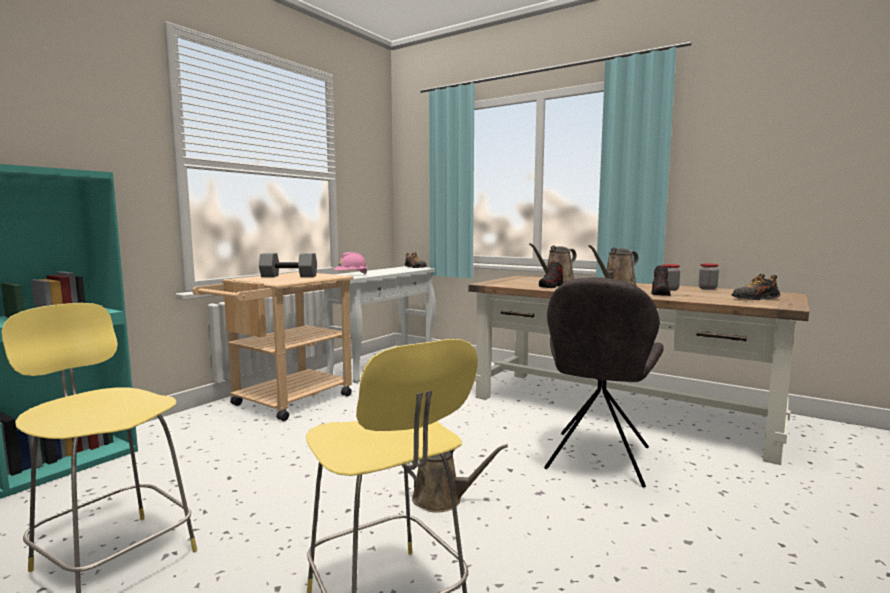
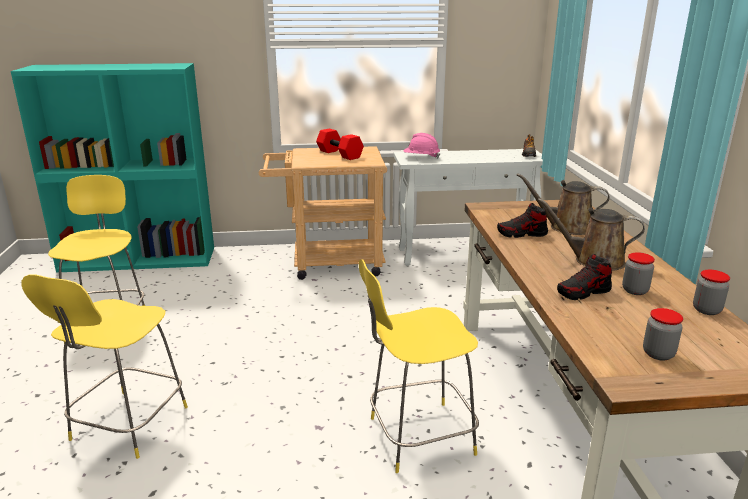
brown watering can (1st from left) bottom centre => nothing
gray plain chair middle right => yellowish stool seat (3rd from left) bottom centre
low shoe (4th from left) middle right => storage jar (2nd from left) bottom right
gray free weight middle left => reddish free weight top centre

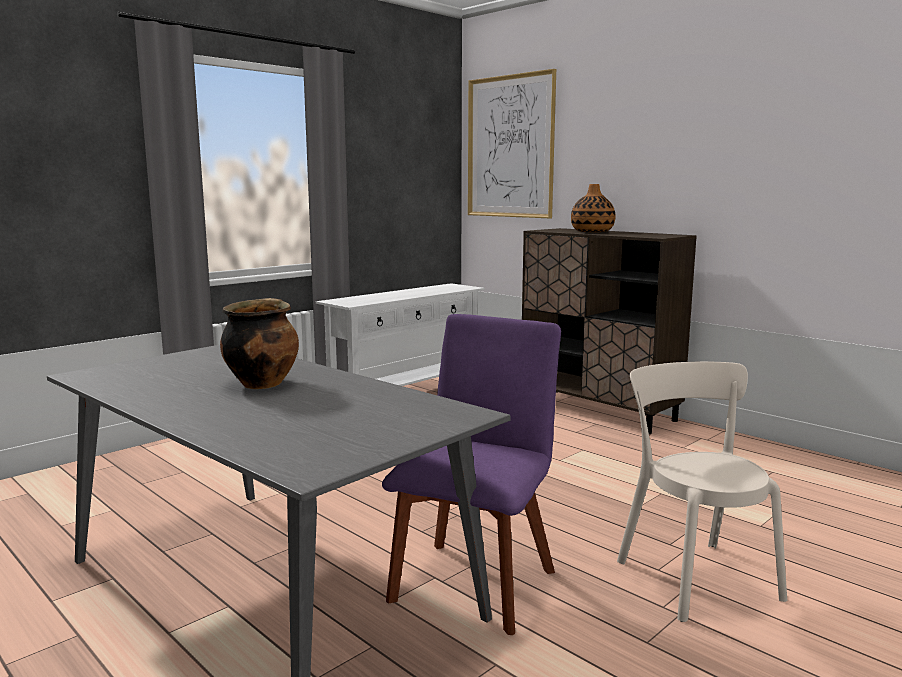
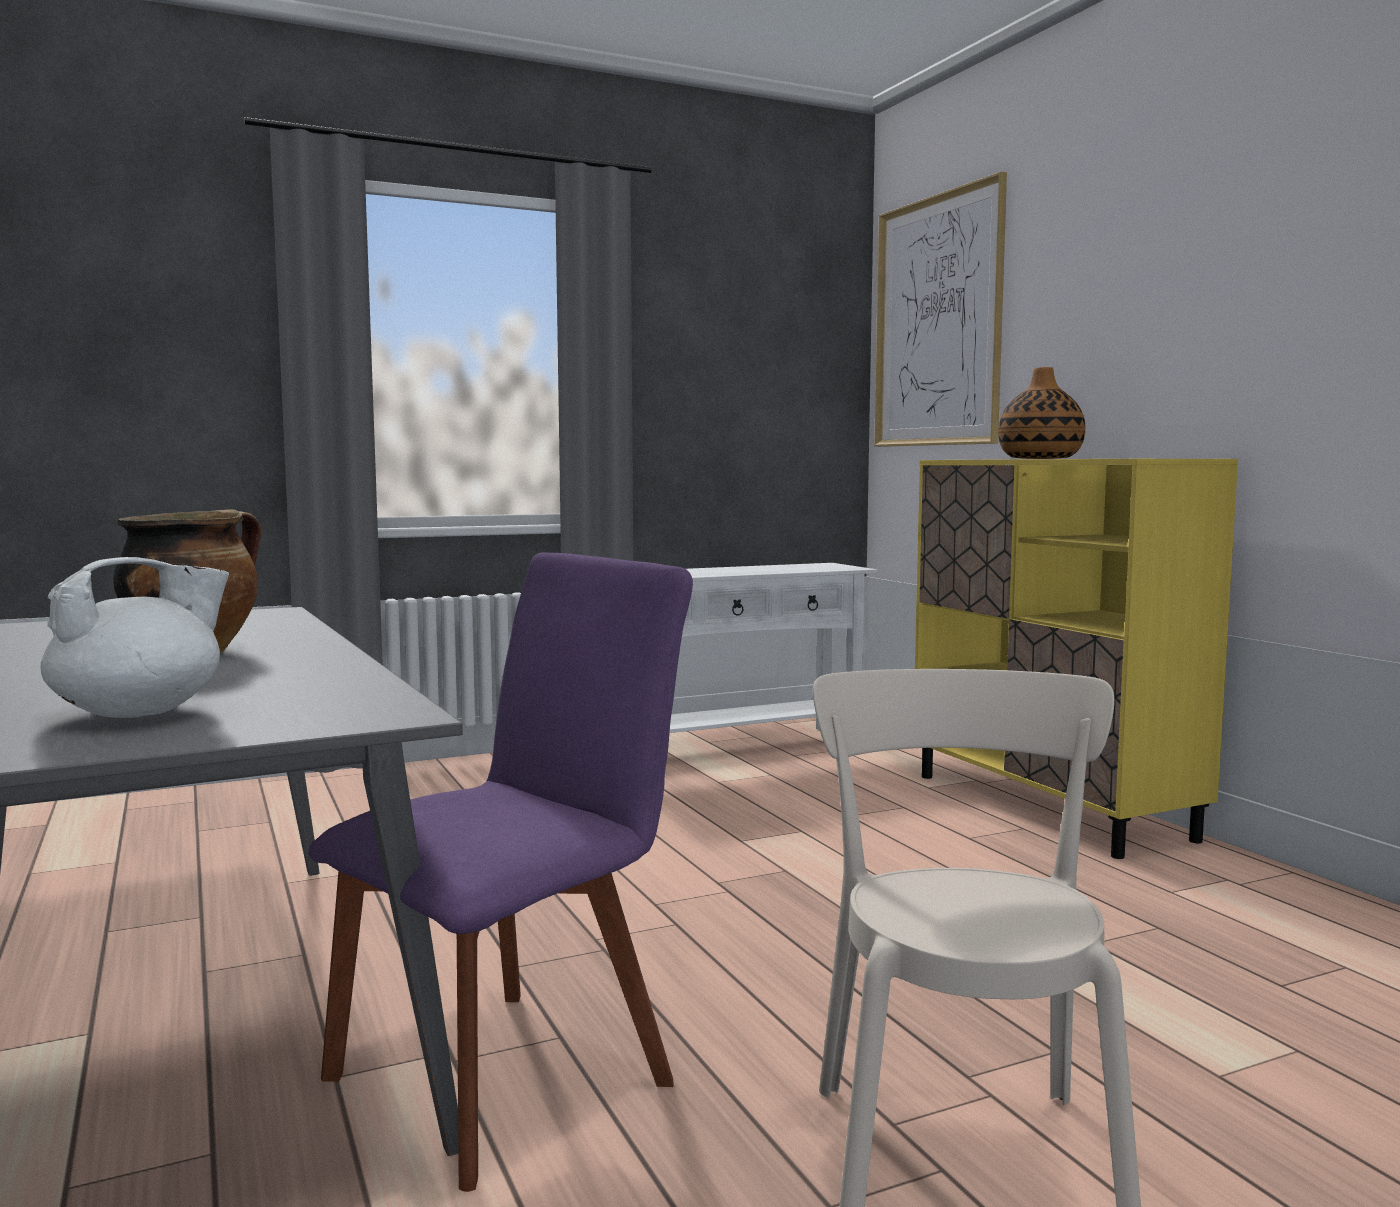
nothing => white-coloured pot for tea middle left
brown storage cabinet middle right => yellowish storage cabinet middle right

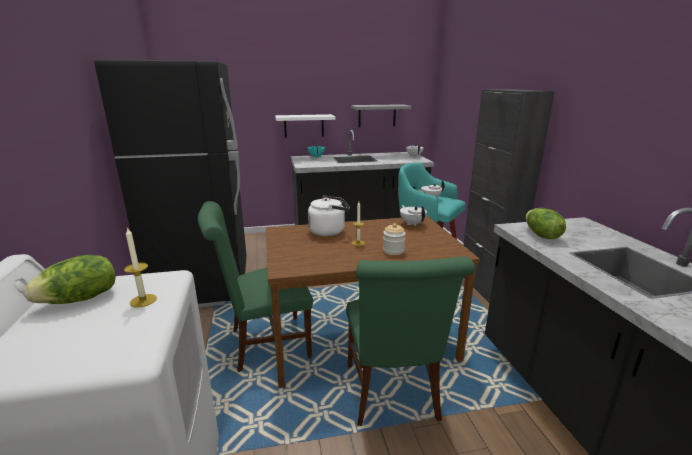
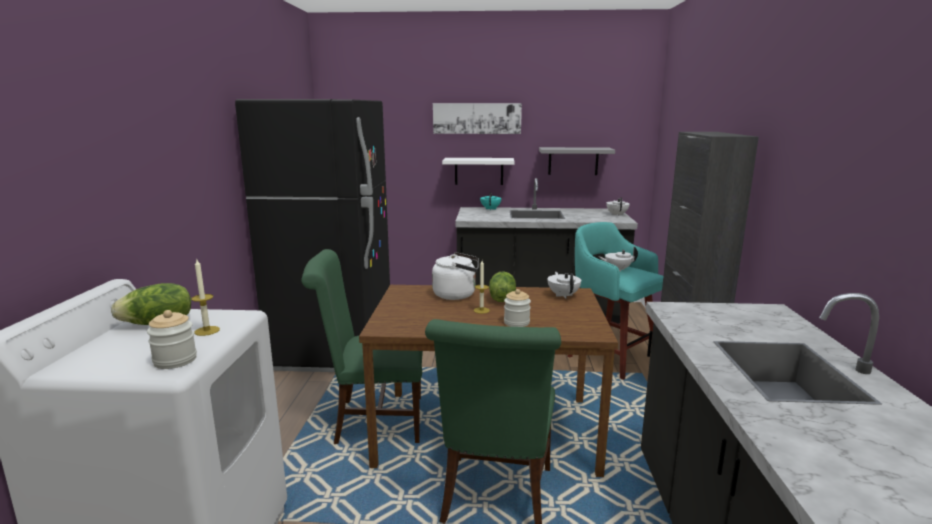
nothing => storage jar (1st from left) middle left
nothing => wall art top centre
lettuce head (2nd from left) middle right => lettuce head (2nd from left) centre, move

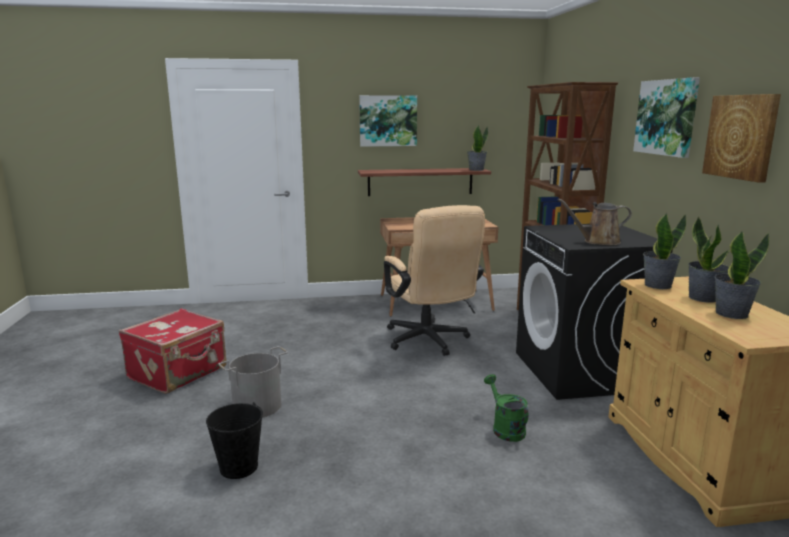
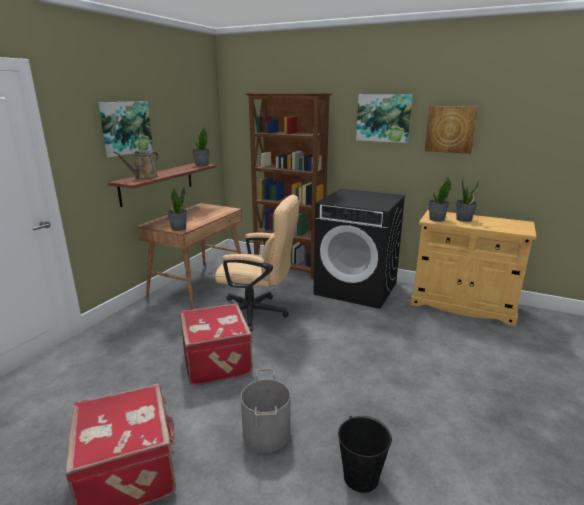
green watering can bottom centre => nothing
nothing => reddish travel case (2nd from left) bottom centre
brown watering can middle right => brown watering can top left, move
plant in a pot (4th from left in the first image) middle right => plant in a pot (1st from left) middle left, move

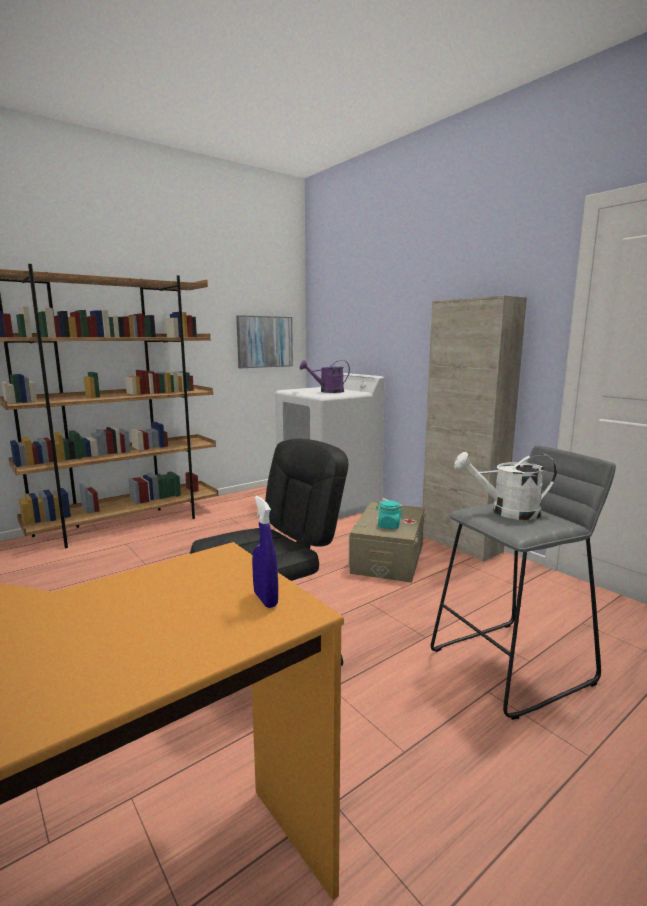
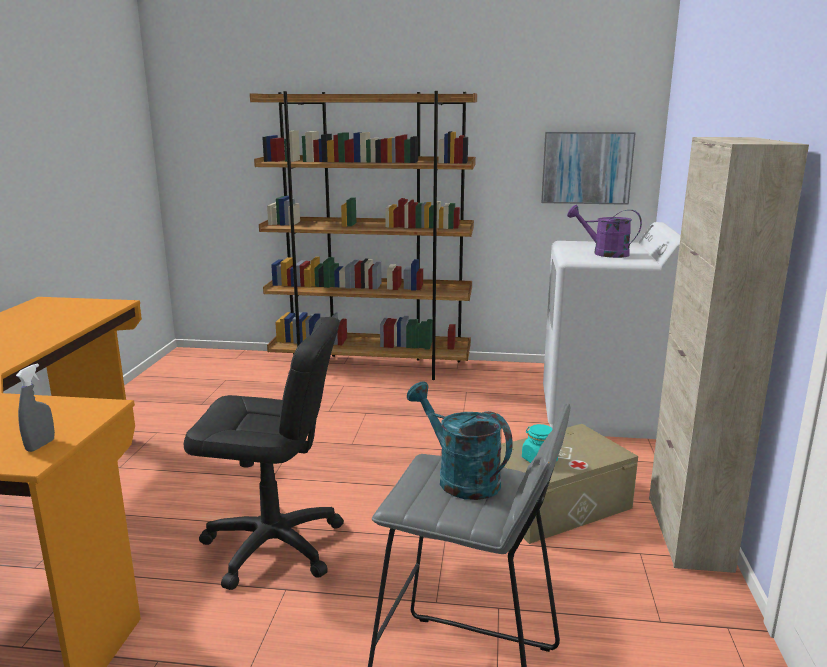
blue spray bottle centre => gray spray bottle middle left
white-coloured watering can middle right => turquoise-coloured watering can centre

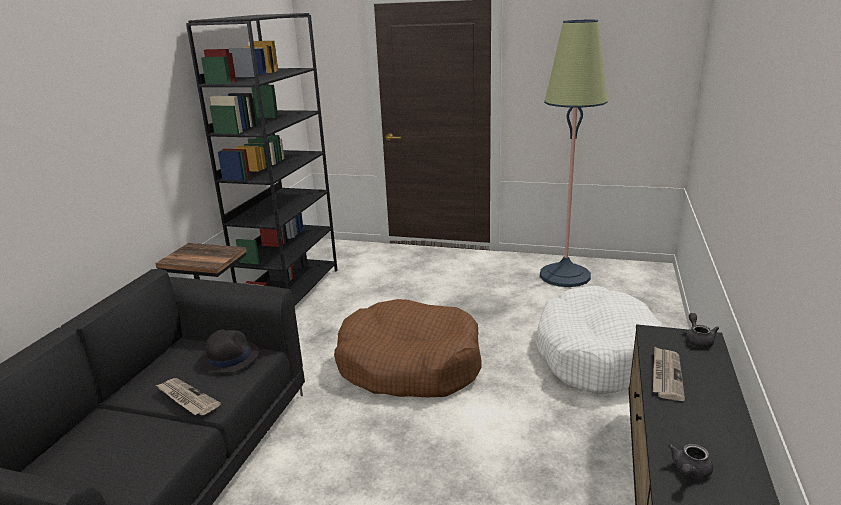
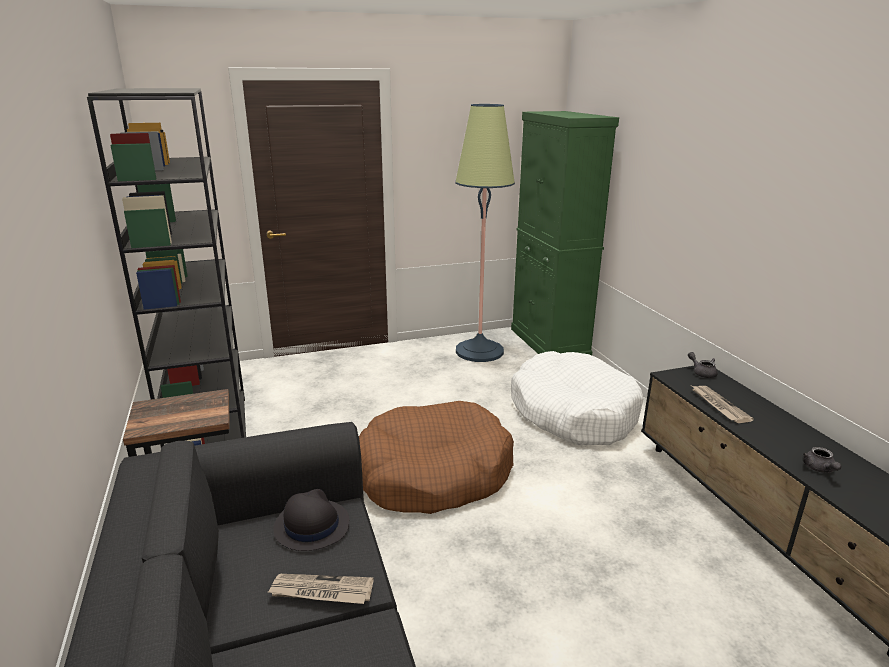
nothing => green storage cabinet centre

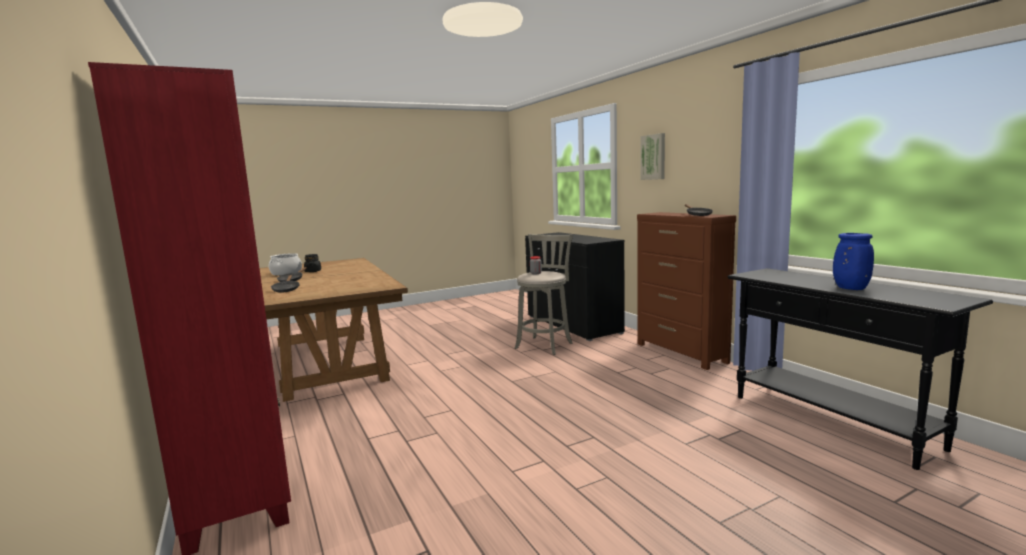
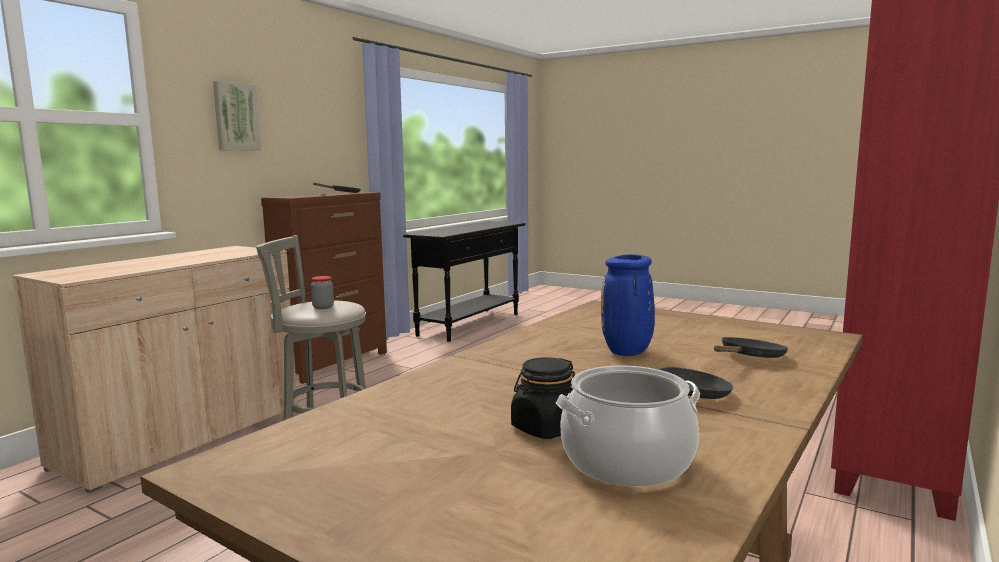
blue decorative vase middle right => blue decorative vase centre, move
black-coloured storage cabinet centre => beige storage cabinet middle left

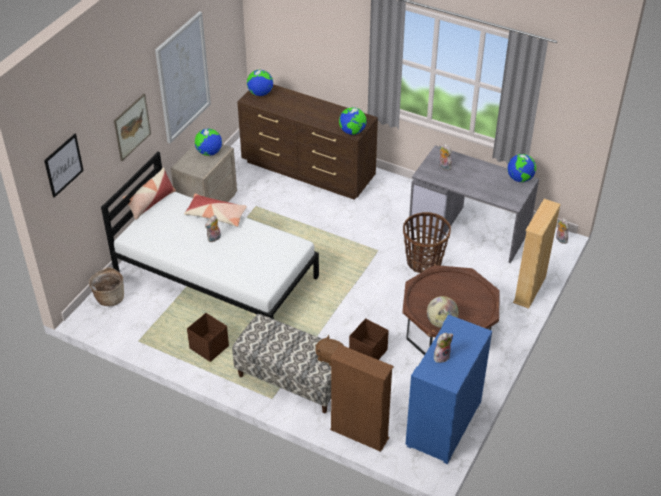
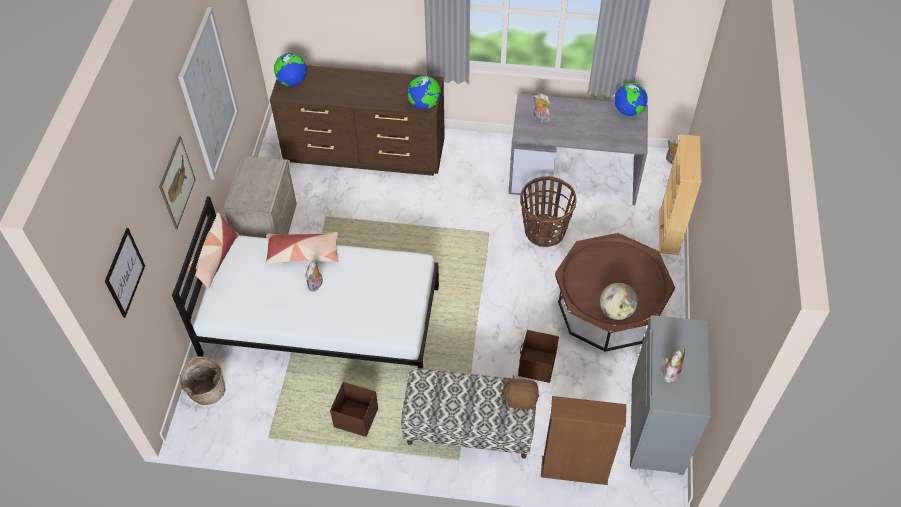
world globe (1st from left) top left => nothing
blue storage cabinet bottom right => gray storage cabinet bottom right

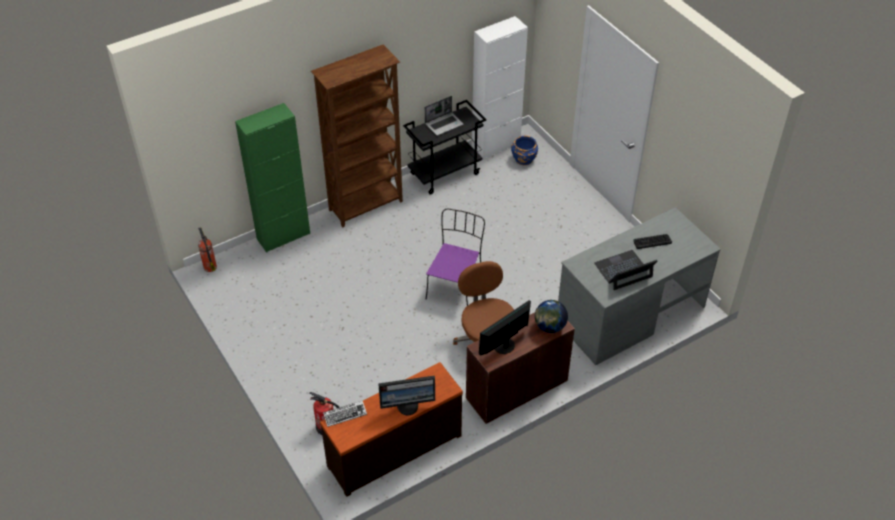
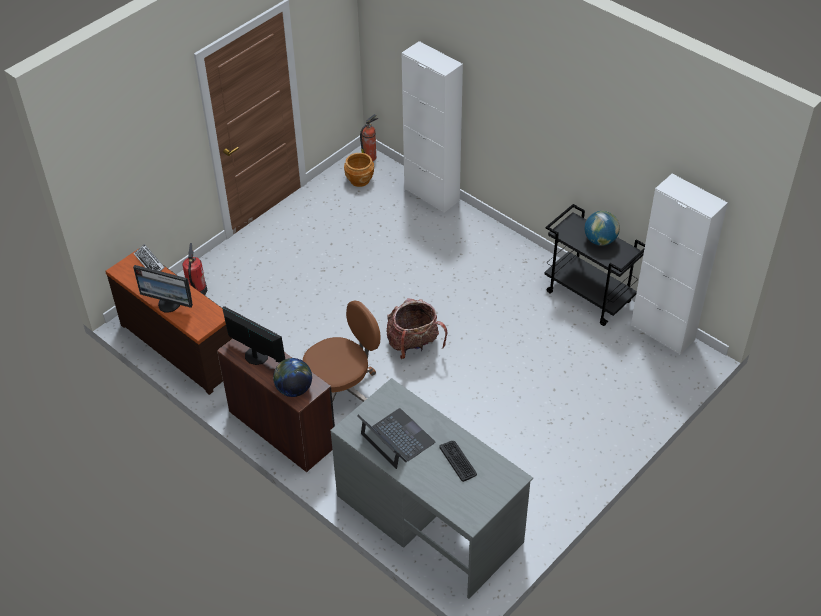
brown bookshelf top centre => nothing
blue planter top centre => nothing
nothing => brown planter top centre
laptop (1st from left) top centre => world globe (2nd from left) middle right
purplish plain chair centre => backpack centre
green storage cabinet middle left => white-coloured storage cabinet (1st from left) top centre
computer display (1st from left) bottom centre => computer display (1st from left) middle left, 45 degrees counterclockwise

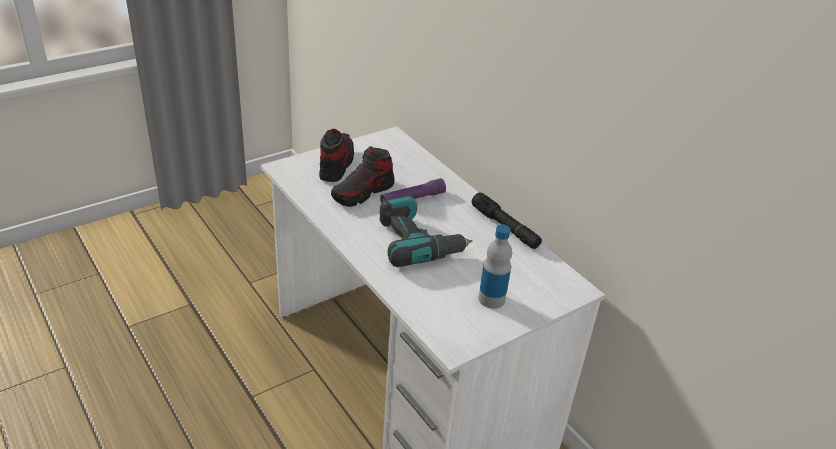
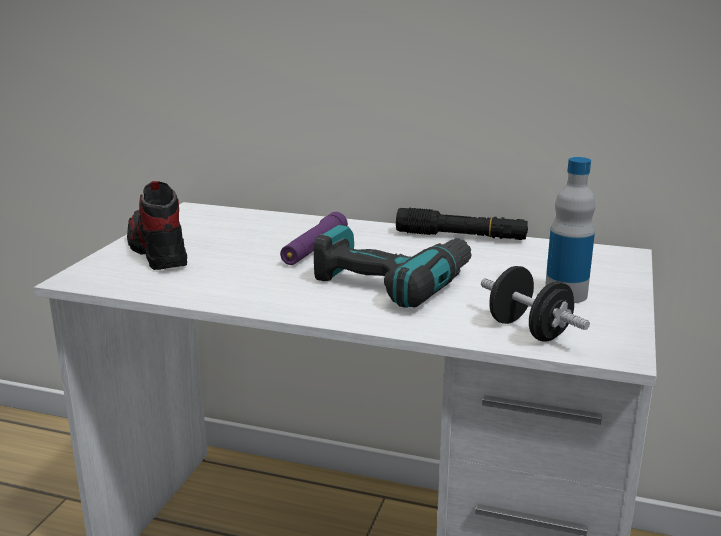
low shoe (2nd from left) centre => nothing
nothing => black-coloured free weight middle right

